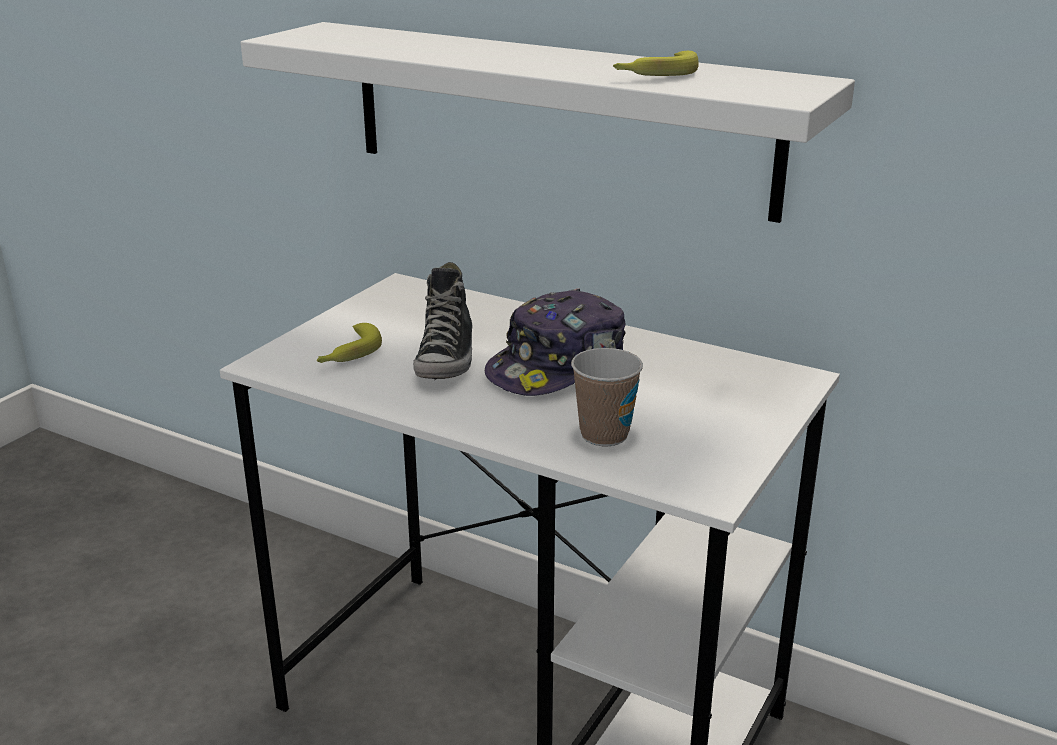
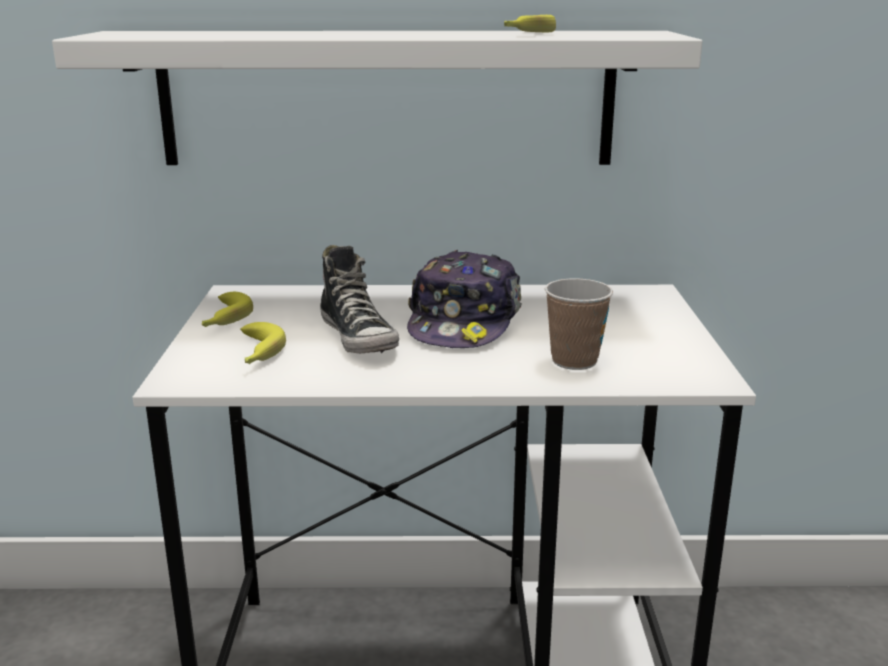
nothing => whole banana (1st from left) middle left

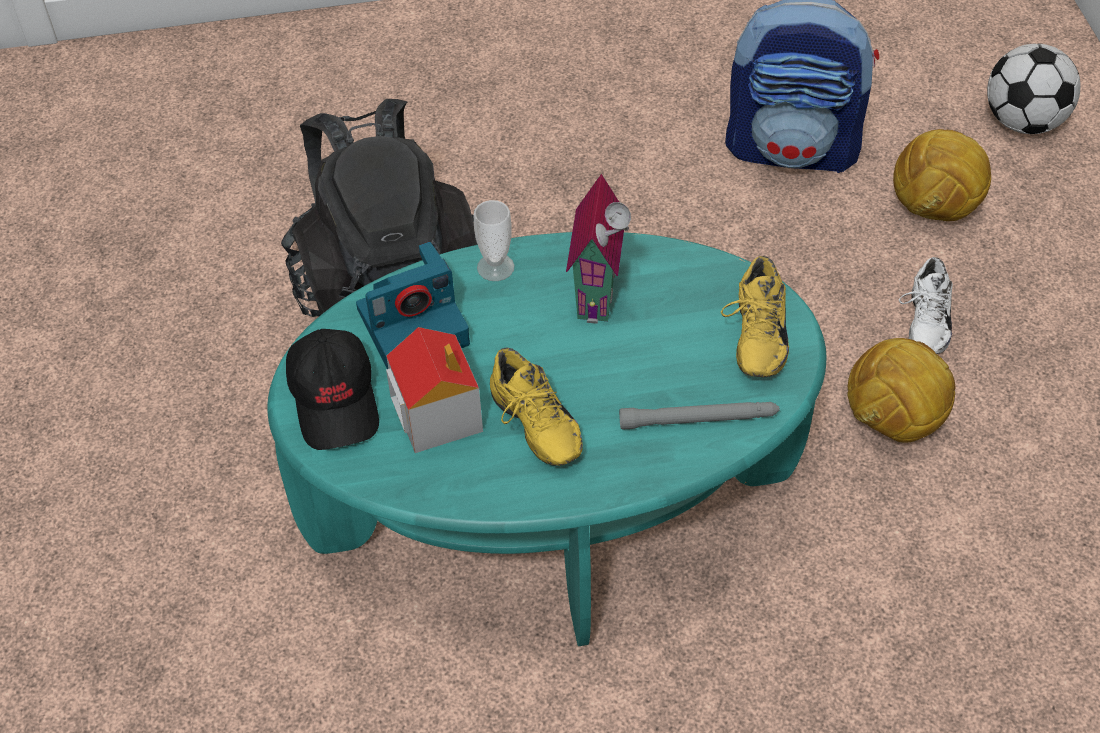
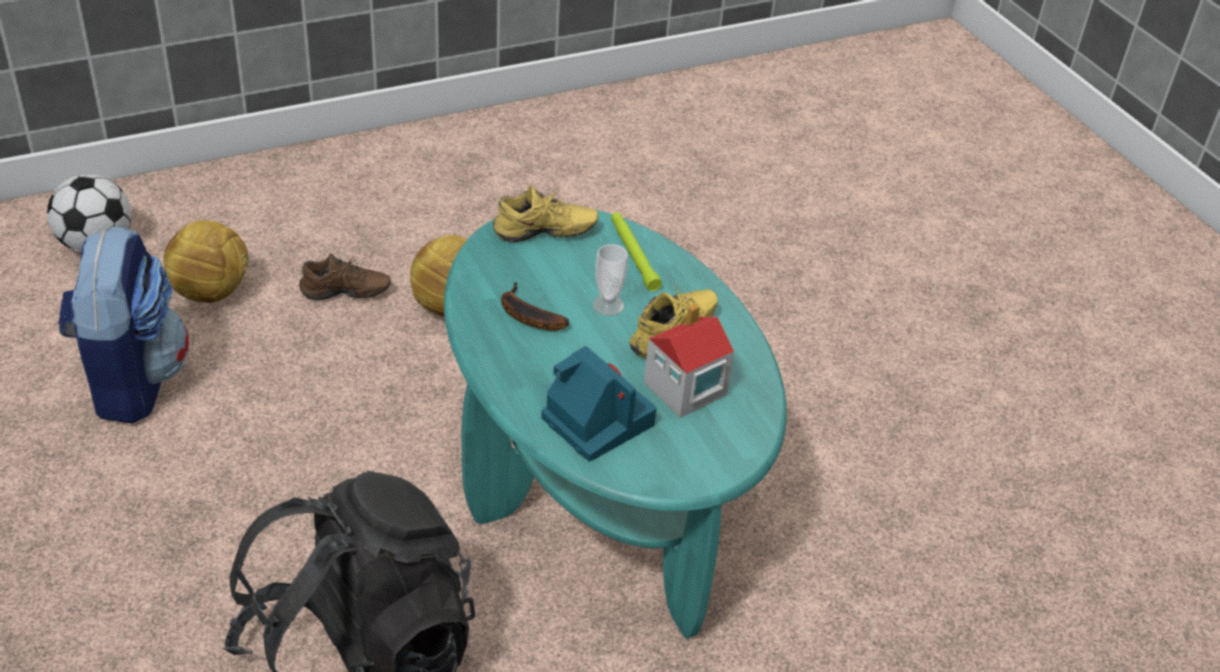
black-coloured cap middle left => nothing
cup top centre => cup centre, move
miniature house (2nd from left) centre => whole banana centre
gray hand torch centre => green hand torch centre
white-coloured low shoe middle right => brown low shoe middle left

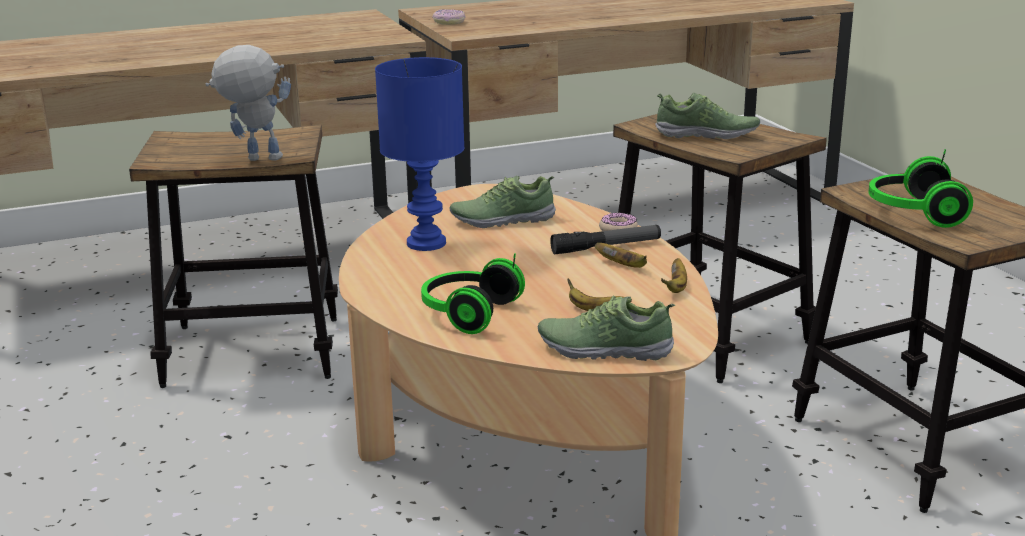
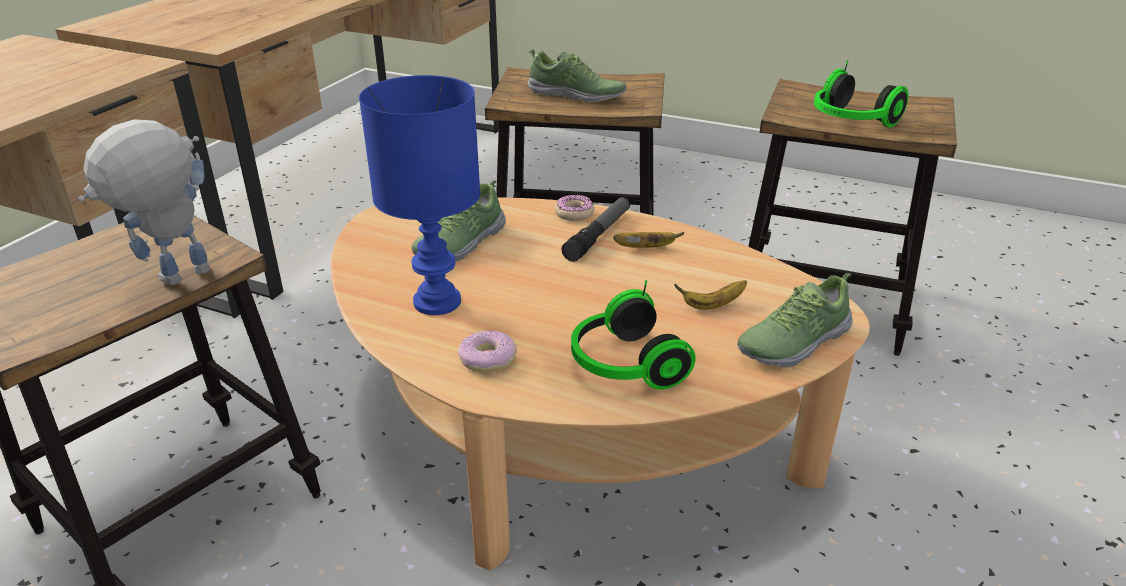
whole banana (3rd from left) centre => nothing
doughnut (1st from left) top centre => doughnut (1st from left) centre, move
low shoe (3rd from left in the first image) top right => low shoe (2nd from left) top centre, 60 degrees clockwise

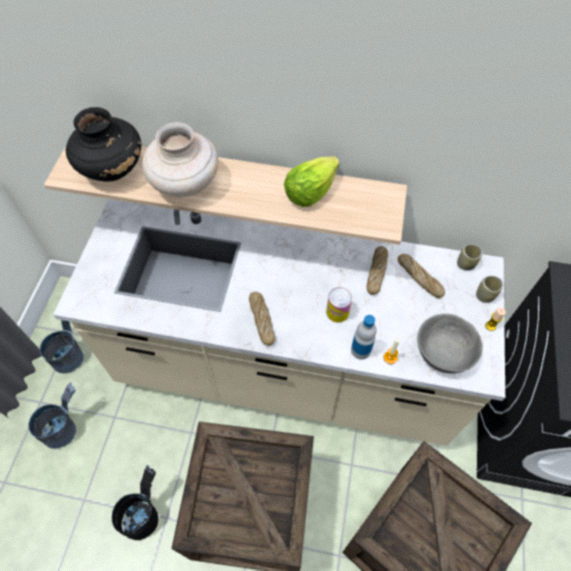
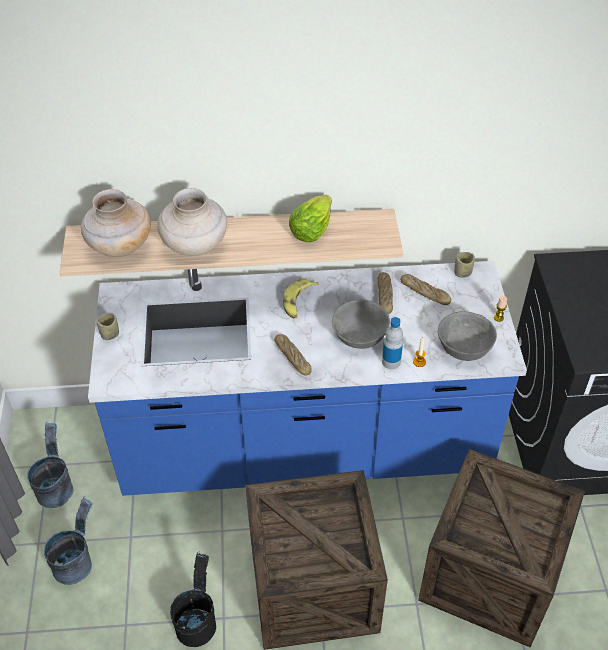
nothing => whole banana centre
cup (2nd from left in the first image) middle right => cup (1st from left) middle left, move
sealed can centre => gray serving bowl (1st from left) centre
beige counter centre => blue counter centre
black-coloured decorative vase top left => beige decorative vase (1st from left) middle left

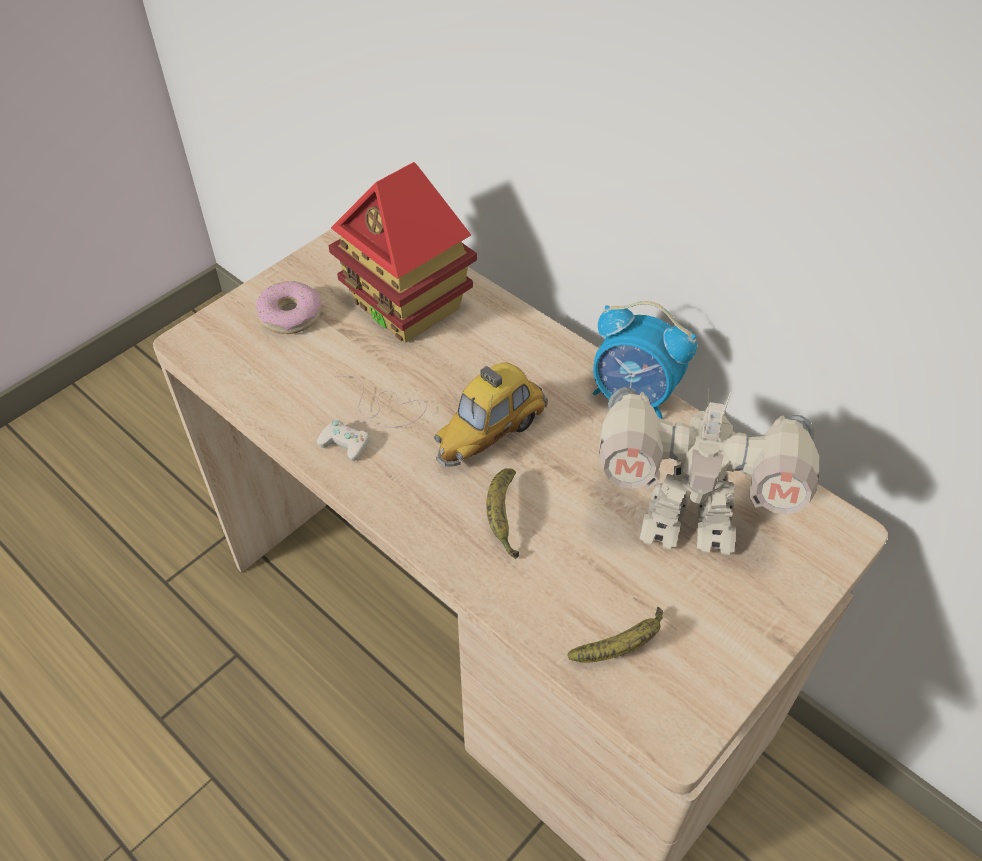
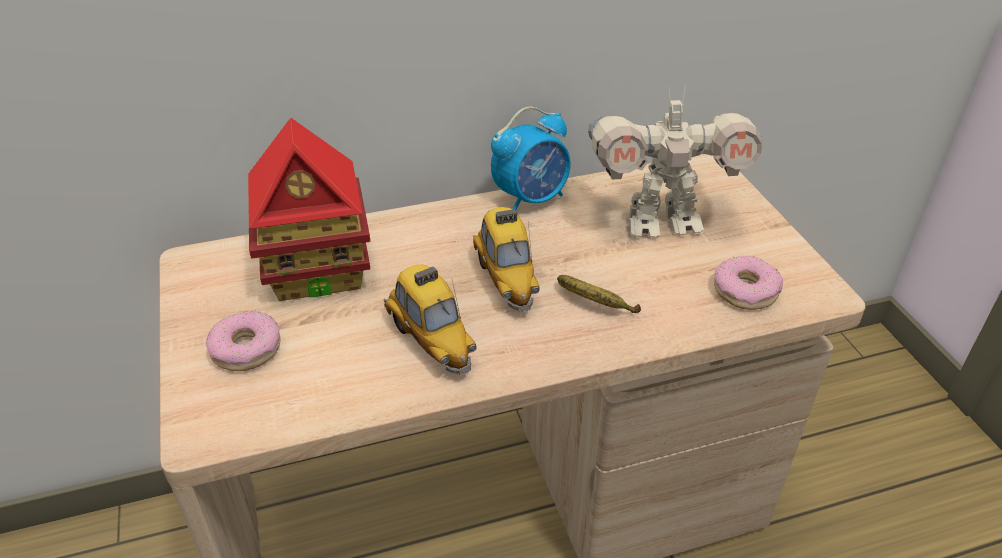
white-coloured game controller centre => miniature car (1st from left) centre
whole banana (2nd from left) bottom centre => doughnut (2nd from left) middle right
robot figure middle right => robot figure top right, 45 degrees clockwise

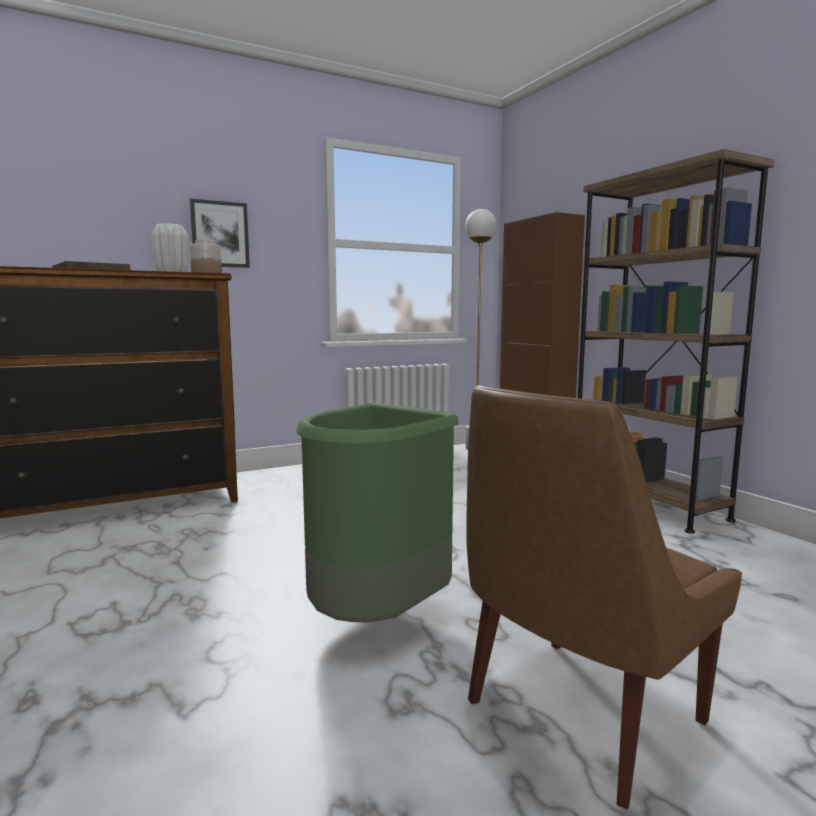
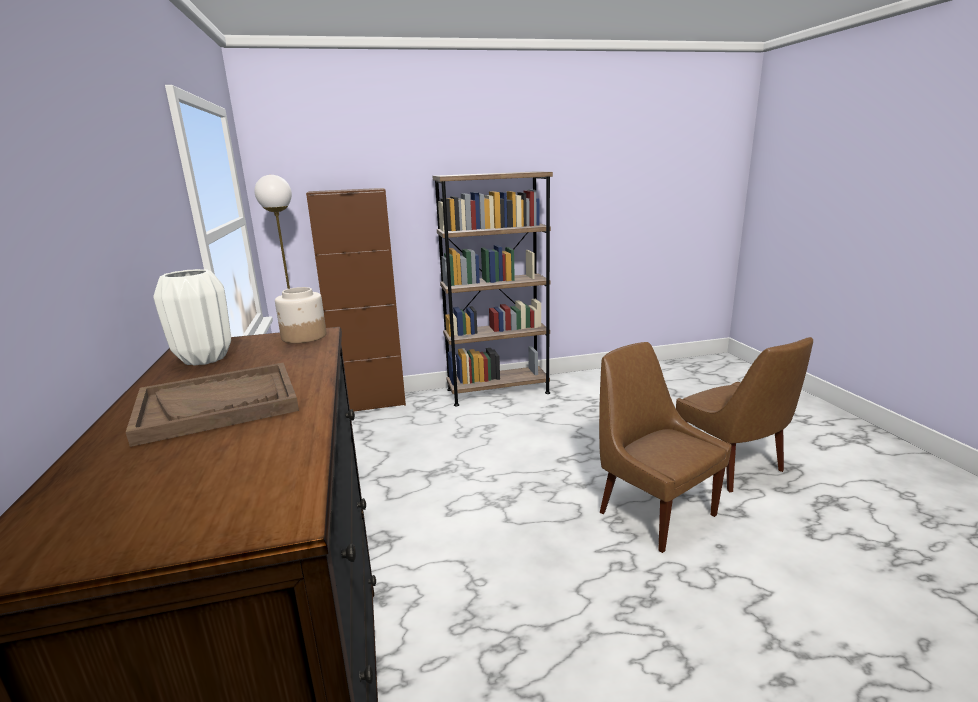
wall art top left => nothing
green rubbish bin centre => brown plain chair (1st from left) middle right

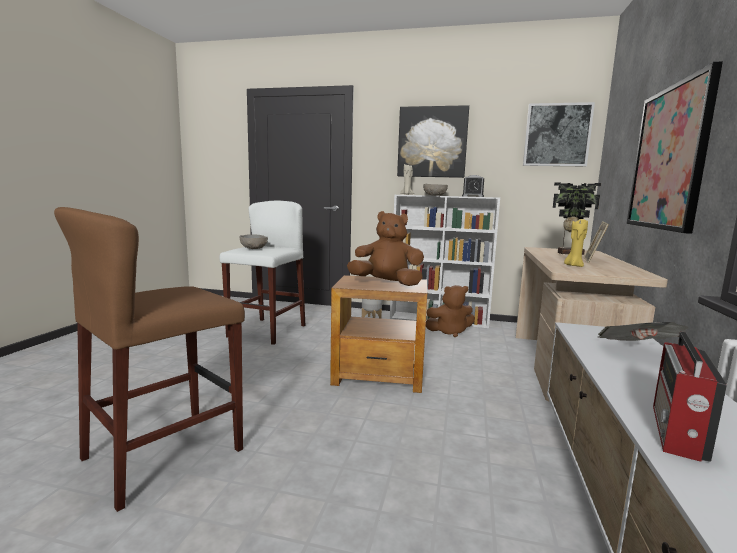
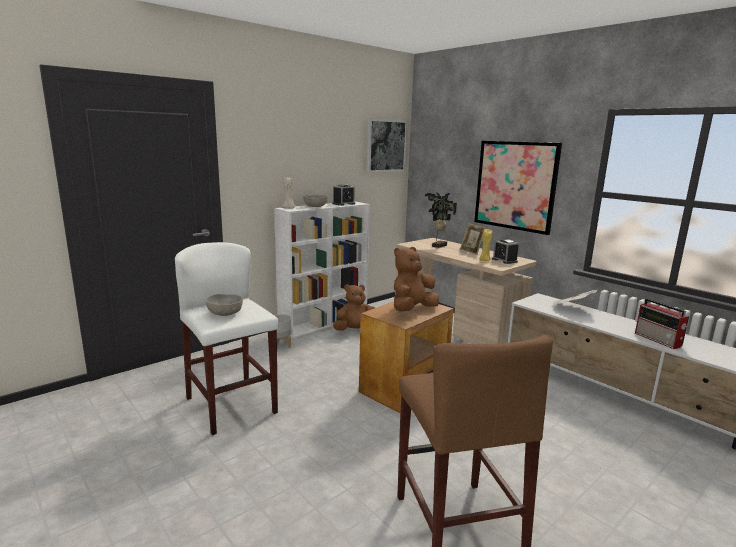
wall art (1st from left) top centre => nothing
nothing => table clock (2nd from left) middle right
brown cuddly toy (2nd from left in the first image) centre => brown cuddly toy (1st from left) centre, 135 degrees counterclockwise

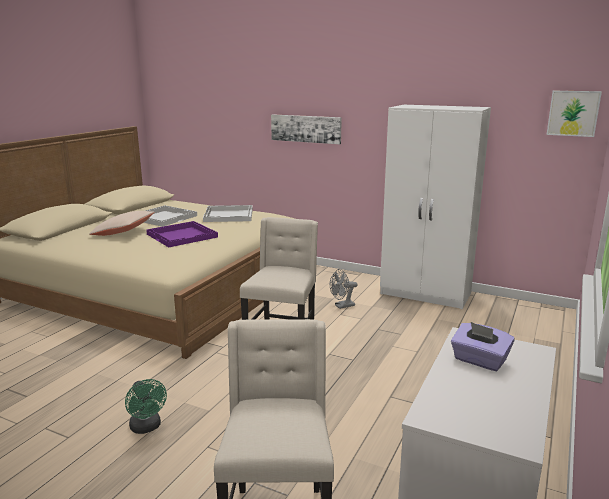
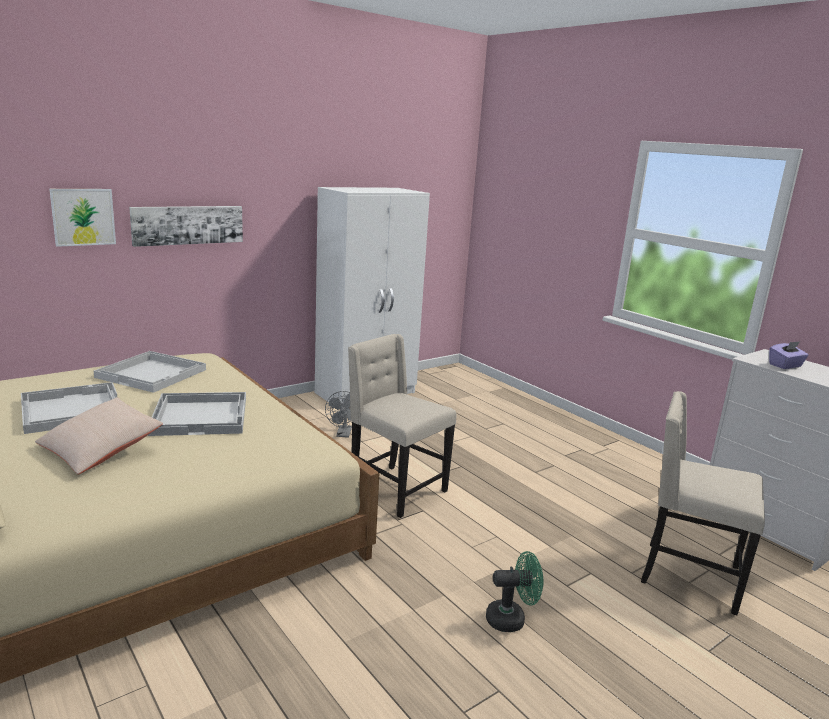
wall art (2nd from left in the first image) top right => wall art (1st from left) top left, move
purplish serving tray middle left => white-coloured serving tray (3rd from left) middle left

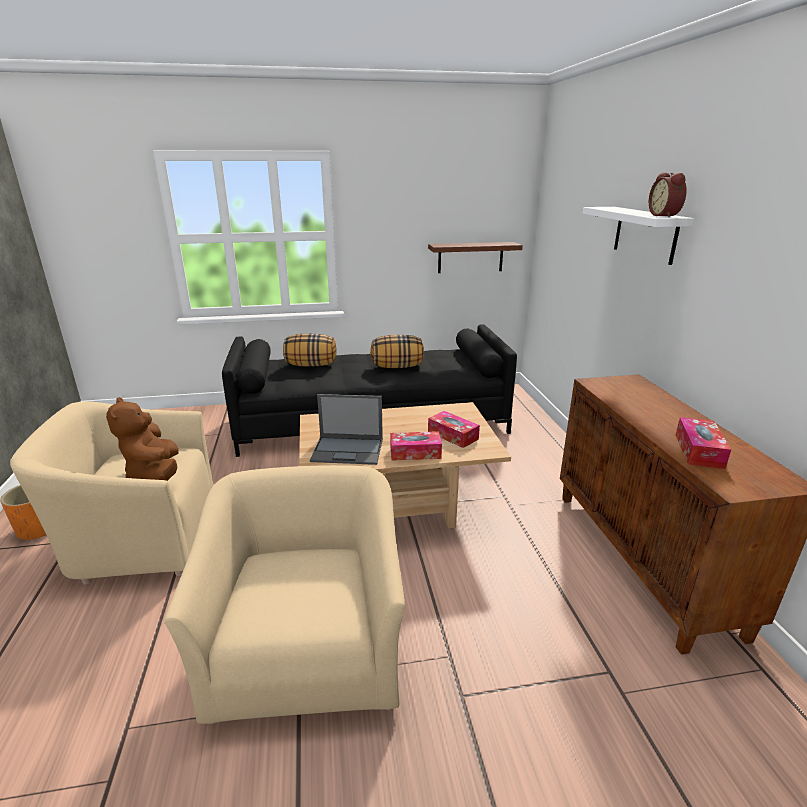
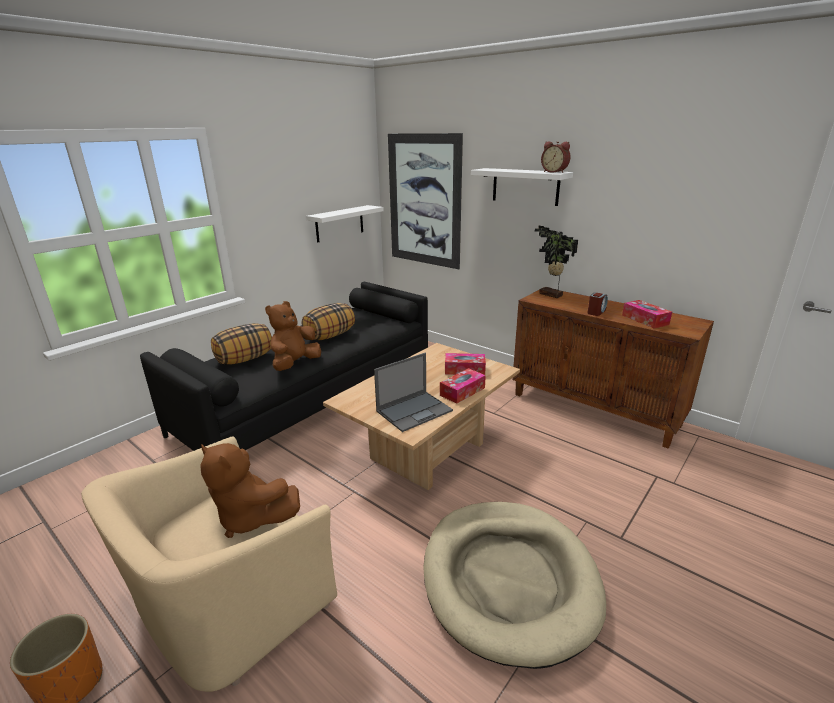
nothing => brown cuddly toy (2nd from left) centre
nothing => wall art top centre
nothing => plant in a pot middle right
nothing => table clock (2nd from left) middle right
beige lounge chair (2nd from left) bottom centre => beige pet bed bottom centre
brown bracket shelf top centre => white-coloured bracket shelf (1st from left) top centre

